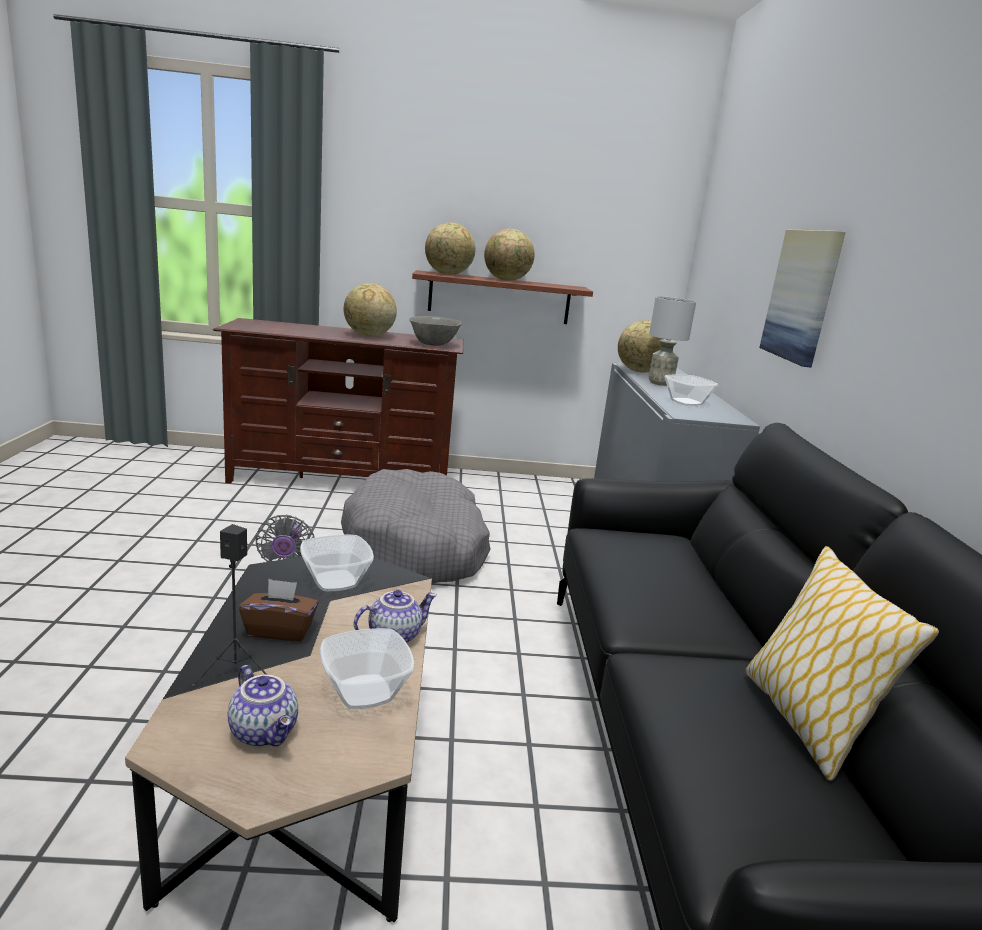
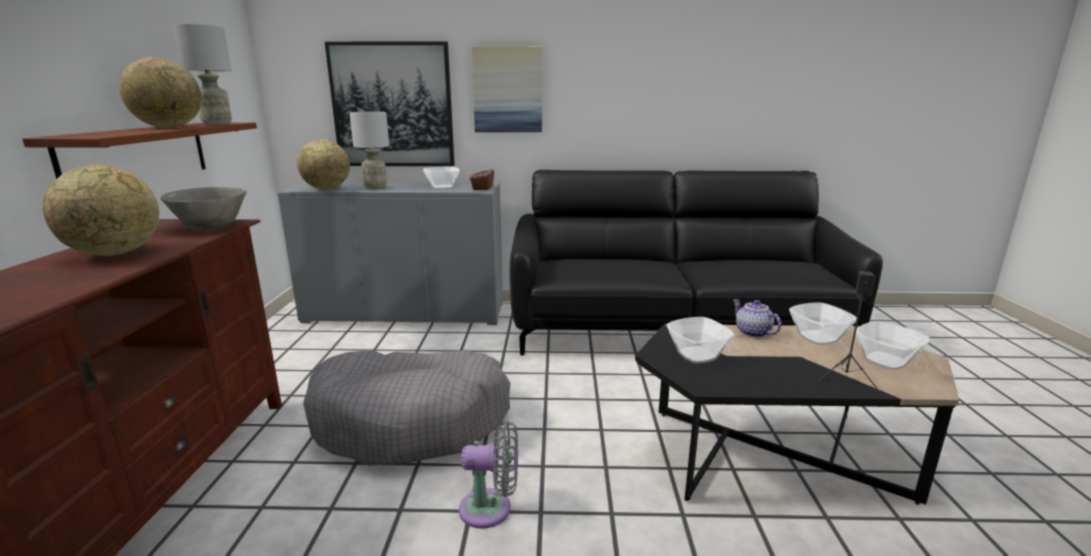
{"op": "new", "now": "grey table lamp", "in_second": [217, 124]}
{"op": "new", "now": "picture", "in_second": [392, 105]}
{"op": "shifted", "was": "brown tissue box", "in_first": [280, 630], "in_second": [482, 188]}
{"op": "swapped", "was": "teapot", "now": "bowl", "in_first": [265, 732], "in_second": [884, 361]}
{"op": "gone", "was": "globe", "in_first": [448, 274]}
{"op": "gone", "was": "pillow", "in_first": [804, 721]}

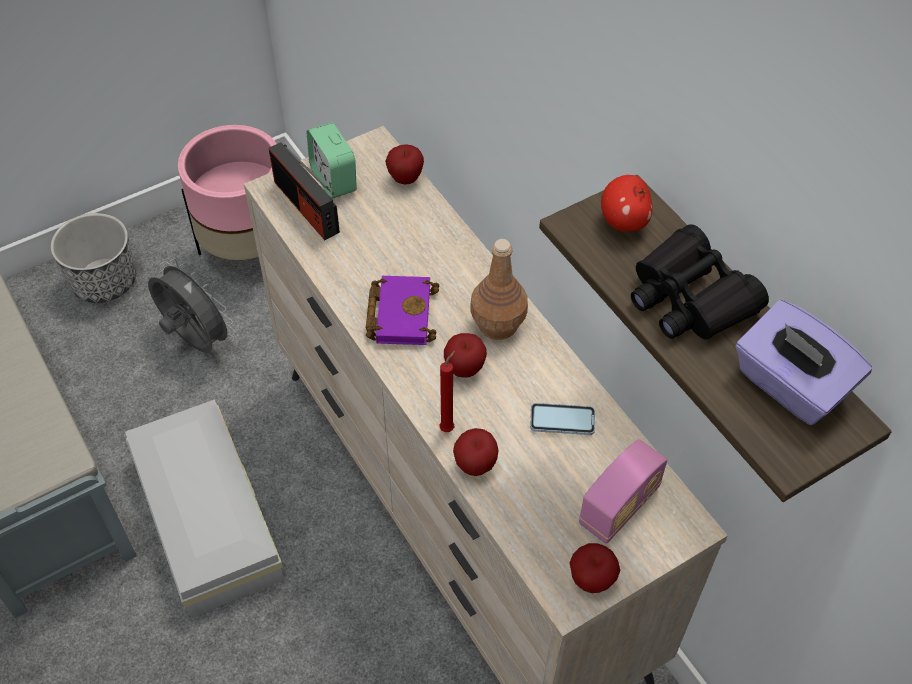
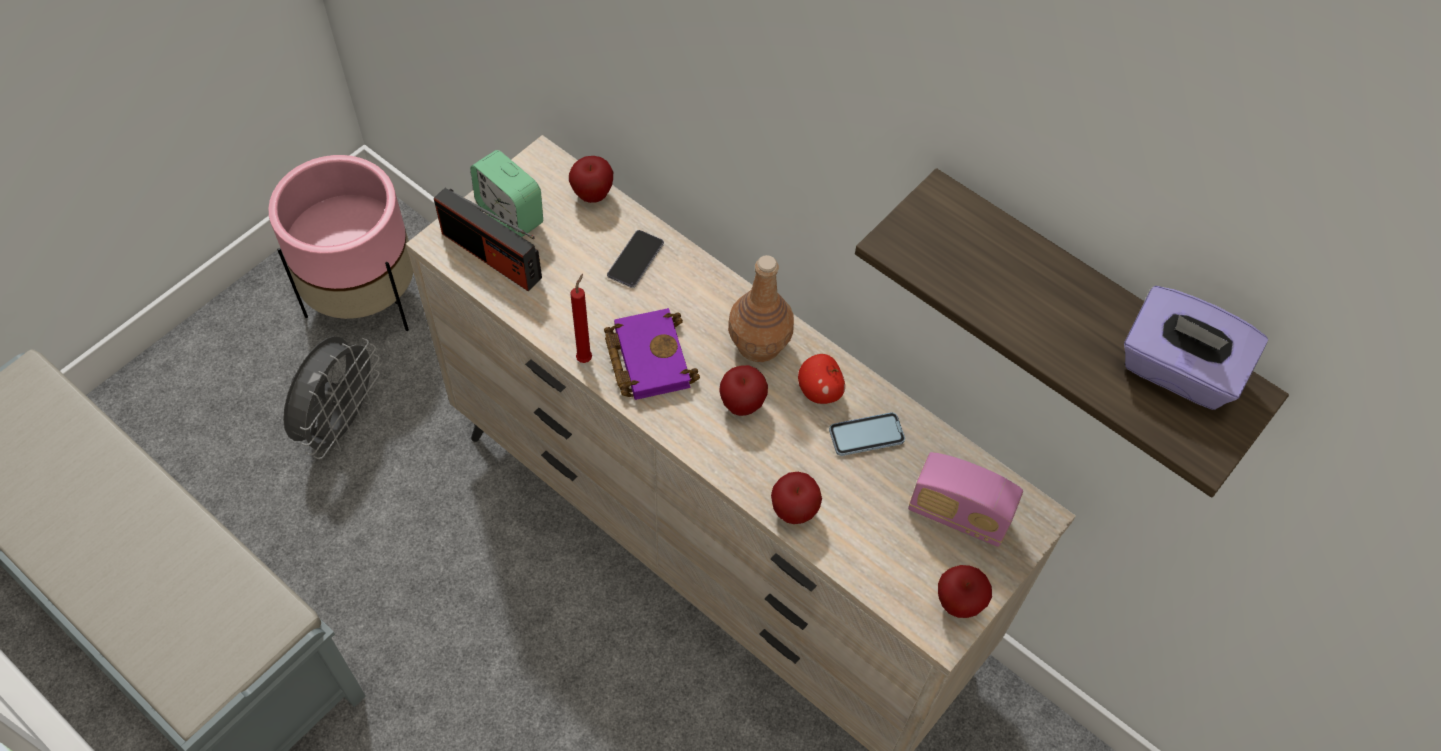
{"op": "rotated", "was": "grey fan", "in_first": [196, 341], "in_second": [341, 423], "clockwise": 90}
{"op": "shifted", "was": "red candle", "in_first": [448, 427], "in_second": [585, 357]}
{"op": "new", "now": "phone", "in_second": [635, 260]}
{"op": "shifted", "was": "apple", "in_first": [624, 221], "in_second": [819, 391]}
{"op": "rotated", "was": "radio", "in_first": [619, 506], "in_second": [958, 515], "clockwise": 90}
{"op": "gone", "was": "planter", "in_first": [104, 281]}
{"op": "gone", "was": "white storage box", "in_first": [206, 521]}
{"op": "gone", "was": "black binoculars", "in_first": [689, 298]}

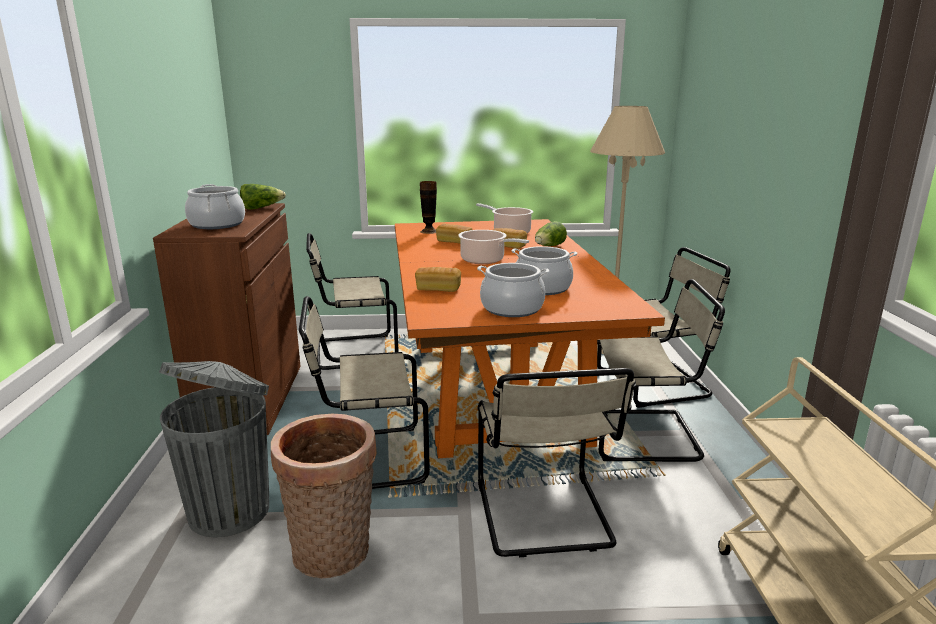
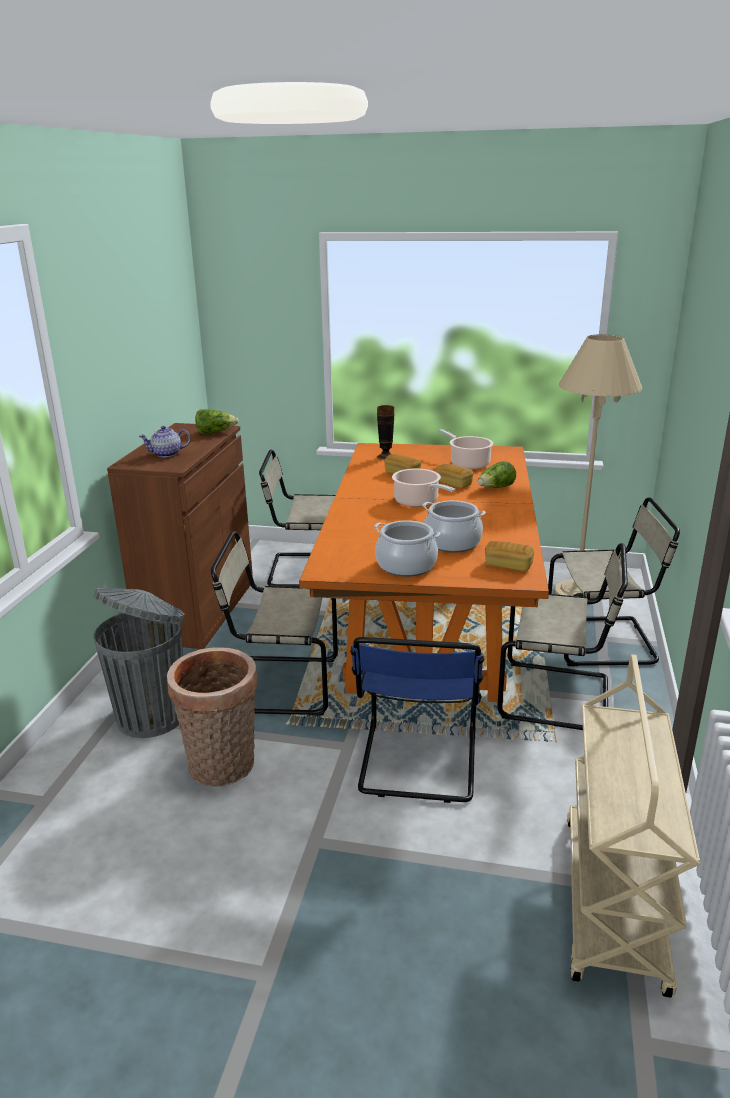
{"op": "swapped", "was": "cooking pot", "now": "teapot", "in_first": [217, 224], "in_second": [166, 454]}
{"op": "repainted", "was": "beige chair", "now": "blue chair", "in_first": [544, 517], "in_second": [418, 764]}
{"op": "shifted", "was": "bread", "in_first": [438, 289], "in_second": [508, 565]}

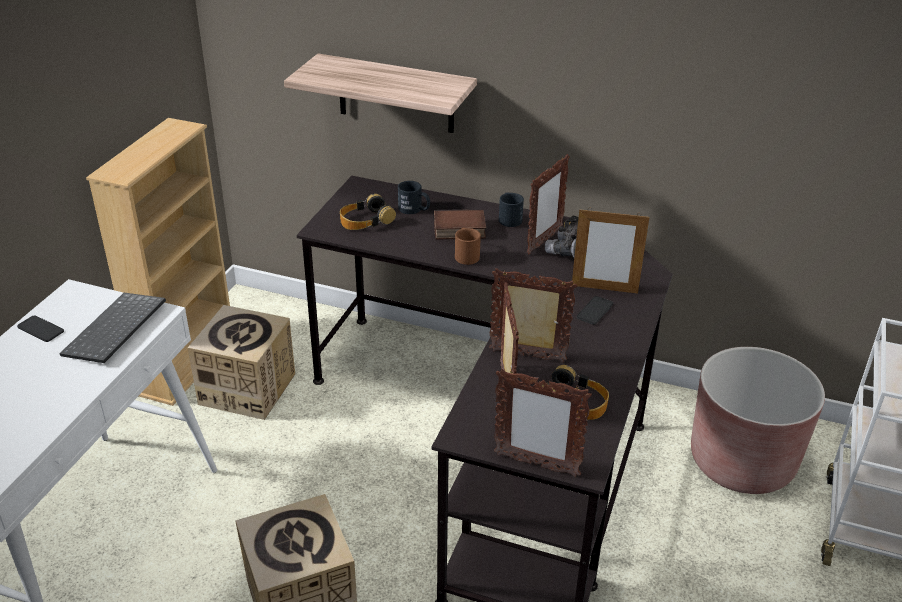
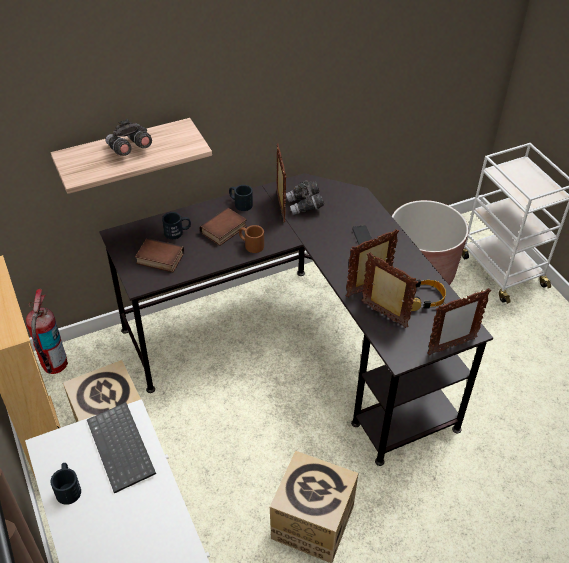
{"op": "new", "now": "fire extinguisher", "in_second": [54, 365]}
{"op": "swapped", "was": "phone", "now": "black mug", "in_first": [40, 329], "in_second": [68, 488]}
{"op": "new", "now": "grey binoculars", "in_second": [129, 149]}
{"op": "swapped", "was": "headphones", "now": "book", "in_first": [365, 220], "in_second": [159, 259]}
{"op": "gone", "was": "picture frame", "in_first": [604, 289]}

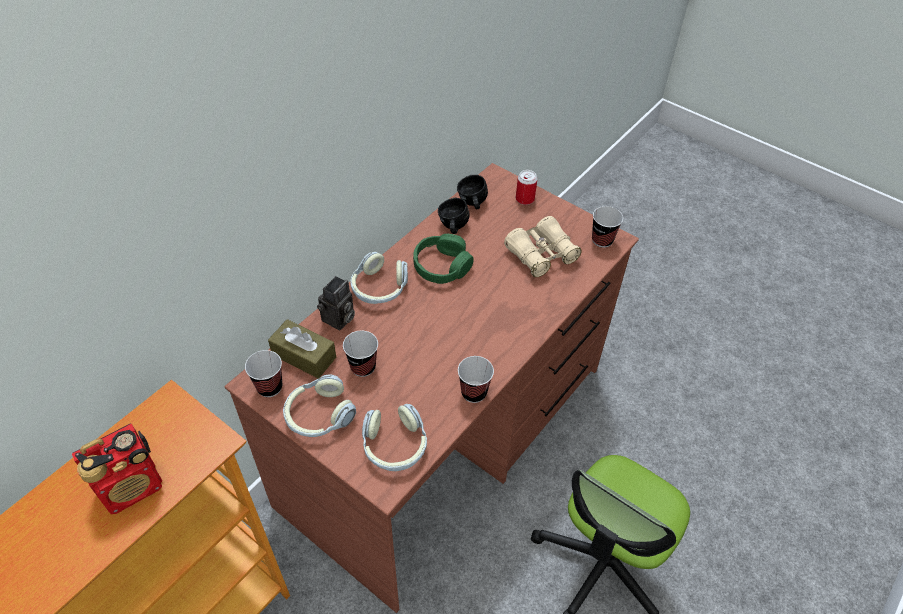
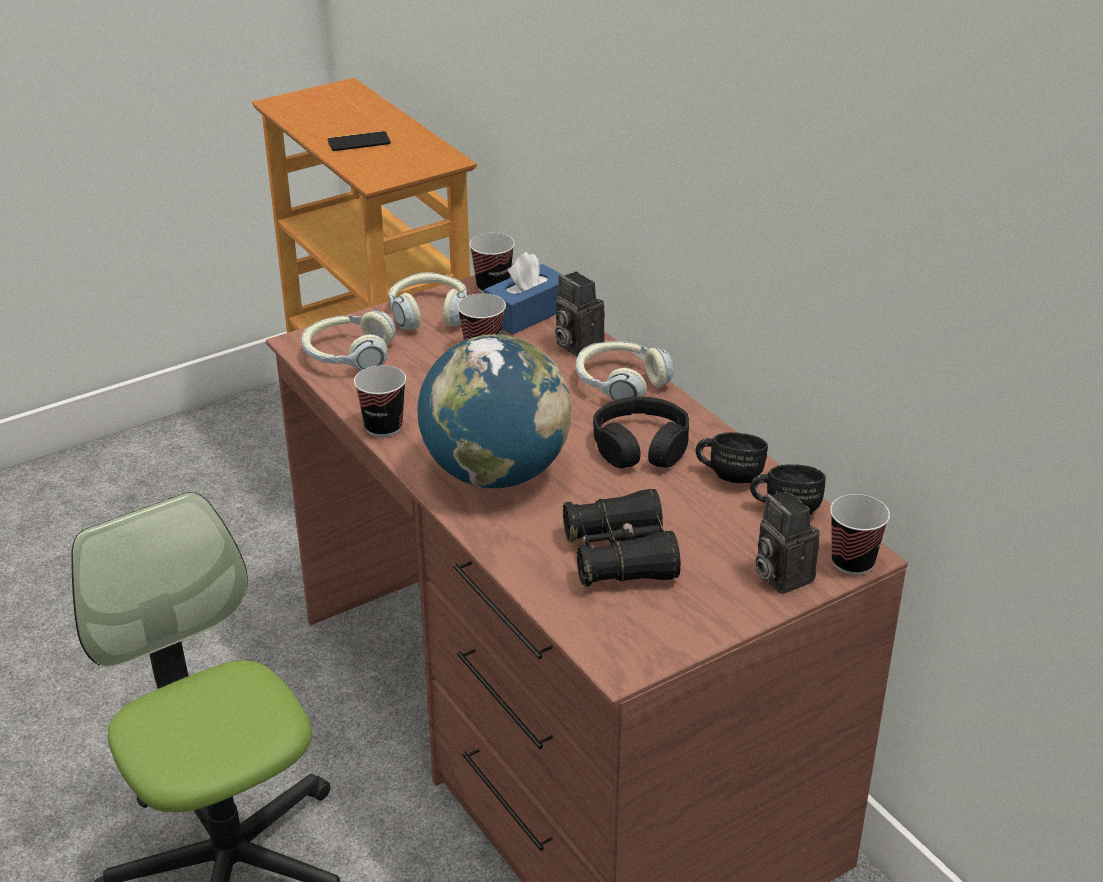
{"op": "swapped", "was": "radio", "now": "phone", "in_first": [132, 487], "in_second": [359, 142]}
{"op": "new", "now": "globe", "in_second": [496, 473]}
{"op": "repainted", "was": "brown tissue box", "now": "blue tissue box", "in_first": [304, 356], "in_second": [527, 313]}
{"op": "repainted", "was": "beige binoculars", "now": "black binoculars", "in_first": [541, 255], "in_second": [620, 556]}
{"op": "repainted", "was": "green headphones", "now": "black headphones", "in_first": [442, 266], "in_second": [641, 446]}
{"op": "swapped", "was": "can", "now": "photo camera", "in_first": [524, 199], "in_second": [780, 575]}
{"op": "shifted", "was": "cup", "in_first": [602, 240], "in_second": [852, 562]}

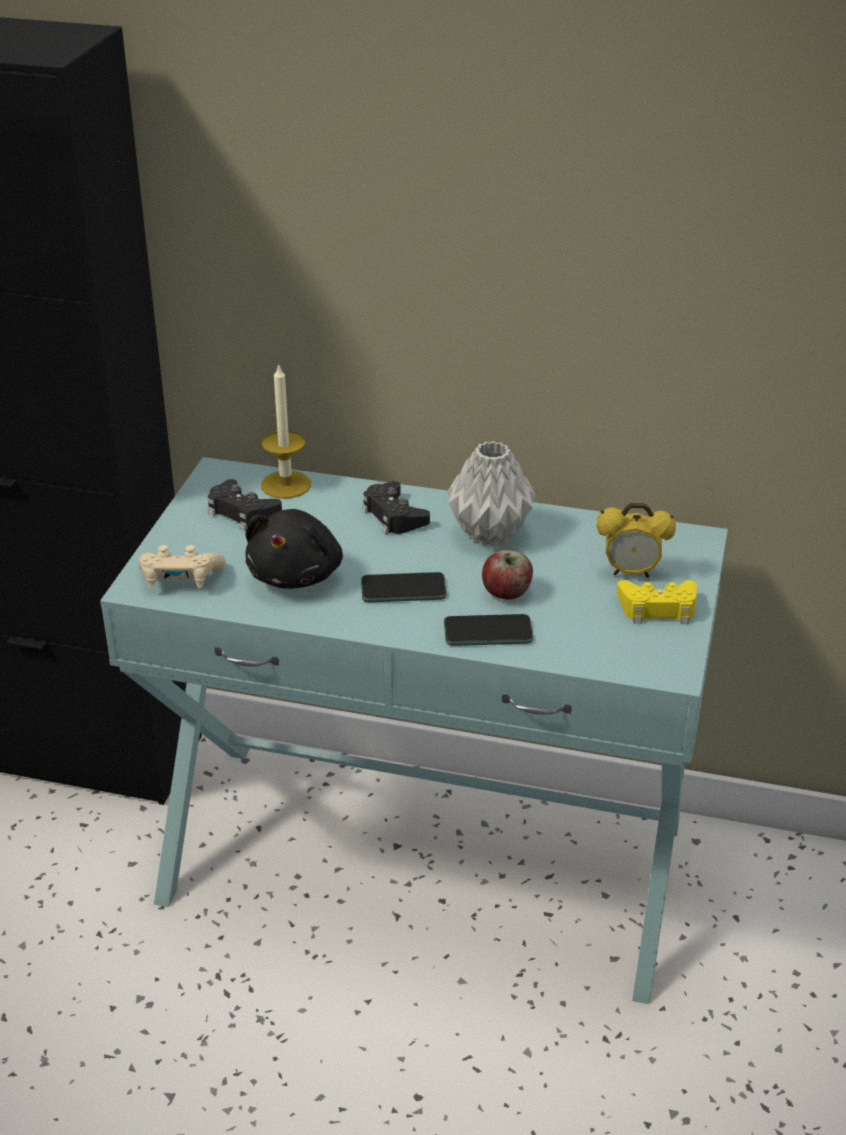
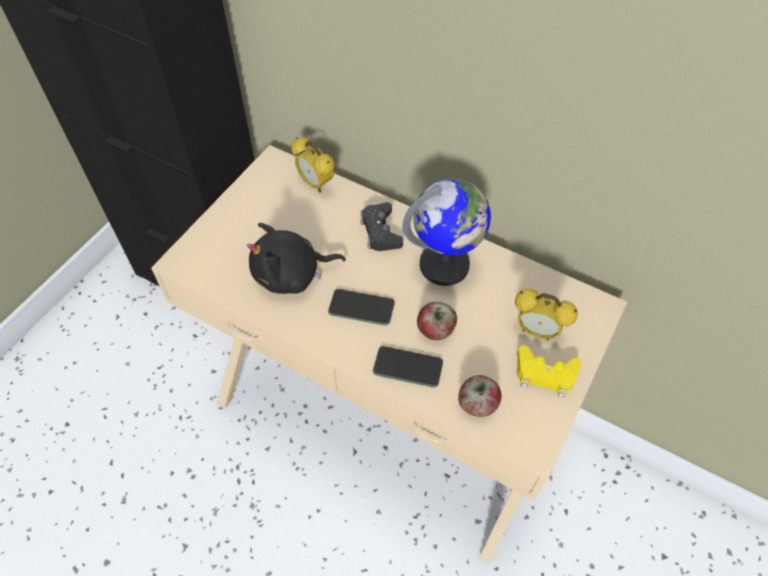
{"op": "repainted", "was": "turquoise console table", "now": "beige console table", "in_first": [425, 860], "in_second": [384, 414]}
{"op": "rotated", "was": "black plush toy", "in_first": [297, 574], "in_second": [292, 275], "clockwise": 45}
{"op": "swapped", "was": "candle", "now": "alarm clock", "in_first": [286, 484], "in_second": [315, 184]}
{"op": "swapped", "was": "grey vase", "now": "globe", "in_first": [491, 533], "in_second": [445, 266]}
{"op": "new", "now": "apple", "in_second": [477, 404]}
{"op": "gone", "was": "beige game controller", "in_first": [180, 580]}
{"op": "gone", "was": "black game controller", "in_first": [242, 512]}

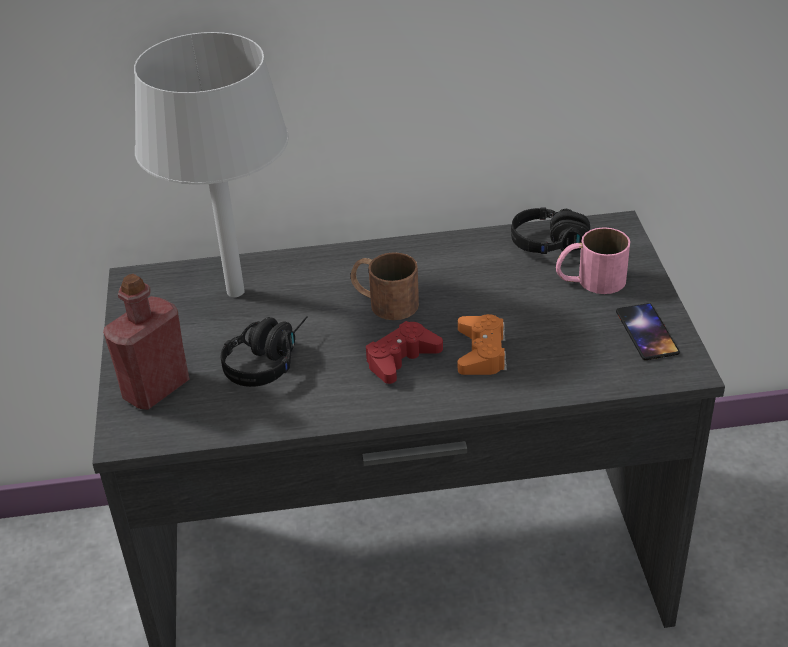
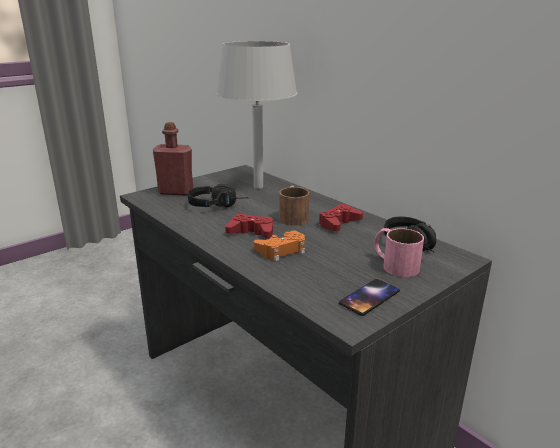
{"op": "new", "now": "red game controller", "in_second": [339, 223]}

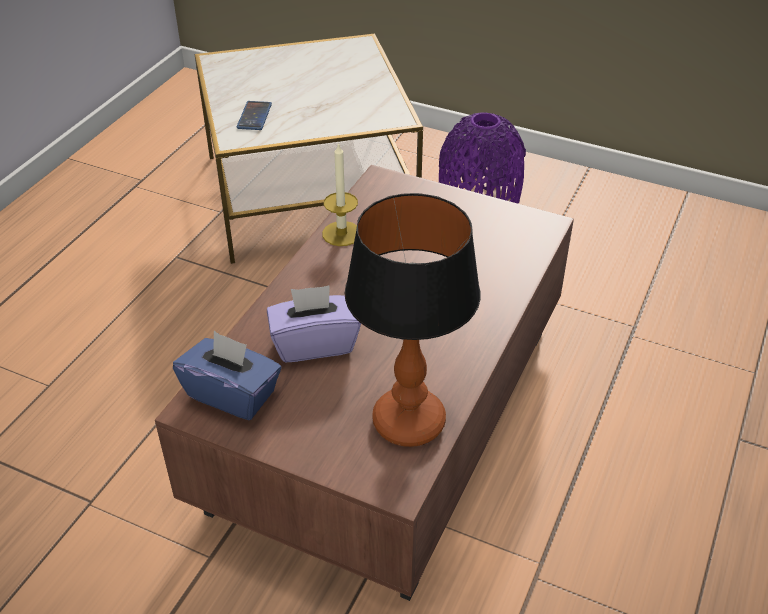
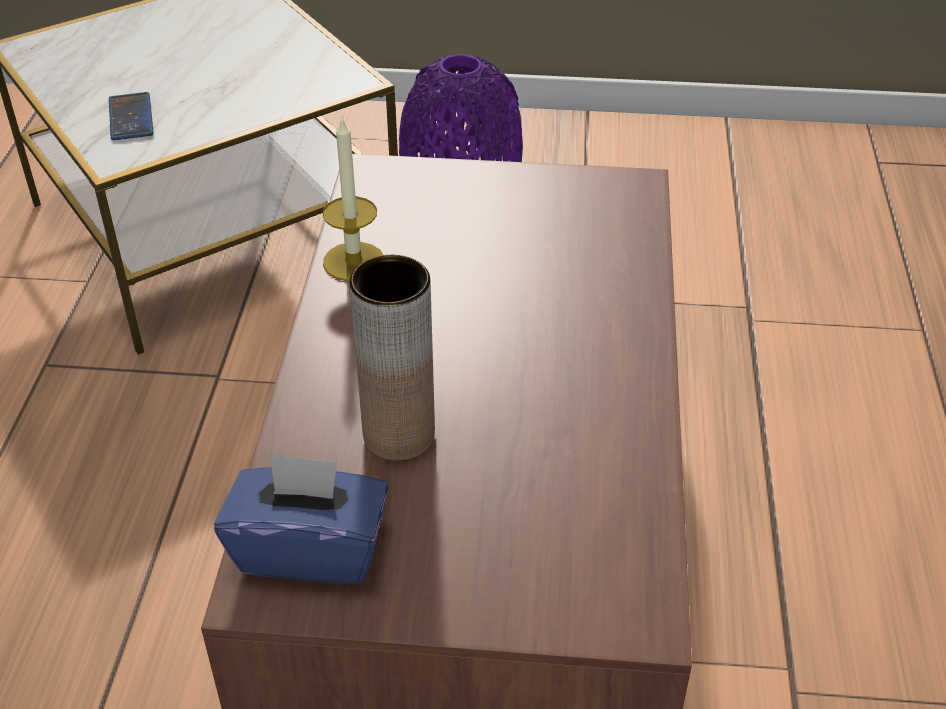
{"op": "swapped", "was": "purple tissue box", "now": "brown vase", "in_first": [314, 343], "in_second": [399, 435]}
{"op": "gone", "was": "table lamp", "in_first": [407, 421]}

